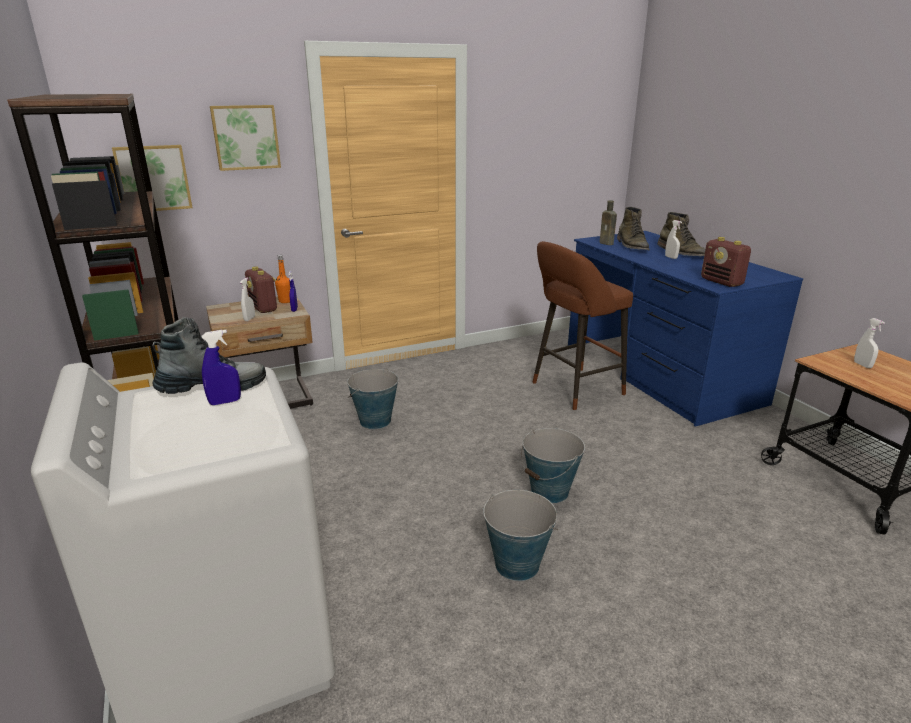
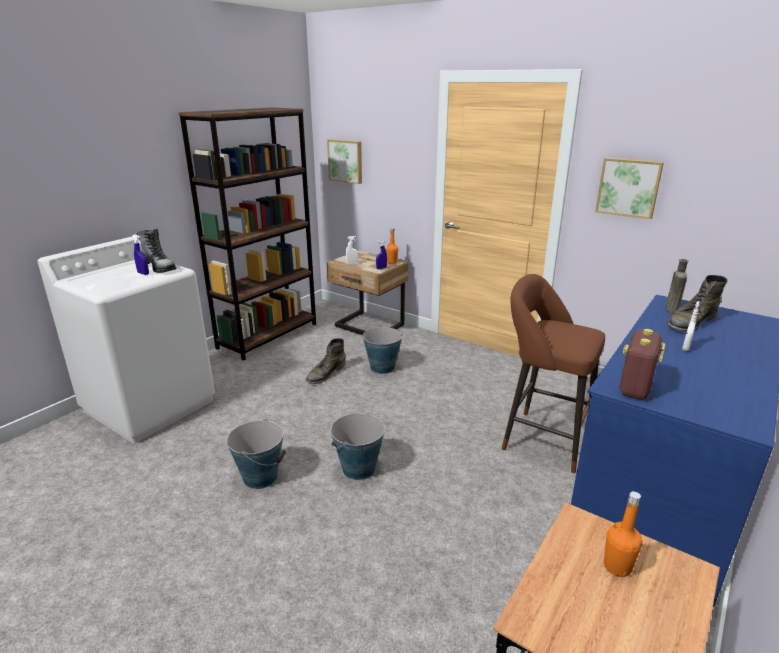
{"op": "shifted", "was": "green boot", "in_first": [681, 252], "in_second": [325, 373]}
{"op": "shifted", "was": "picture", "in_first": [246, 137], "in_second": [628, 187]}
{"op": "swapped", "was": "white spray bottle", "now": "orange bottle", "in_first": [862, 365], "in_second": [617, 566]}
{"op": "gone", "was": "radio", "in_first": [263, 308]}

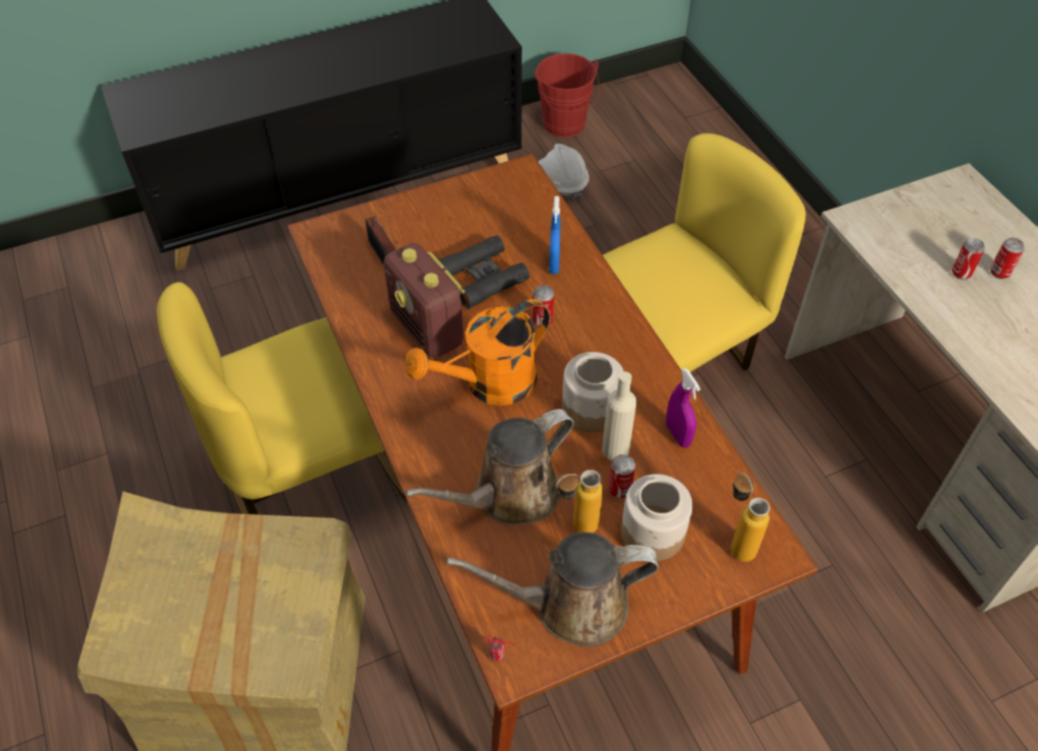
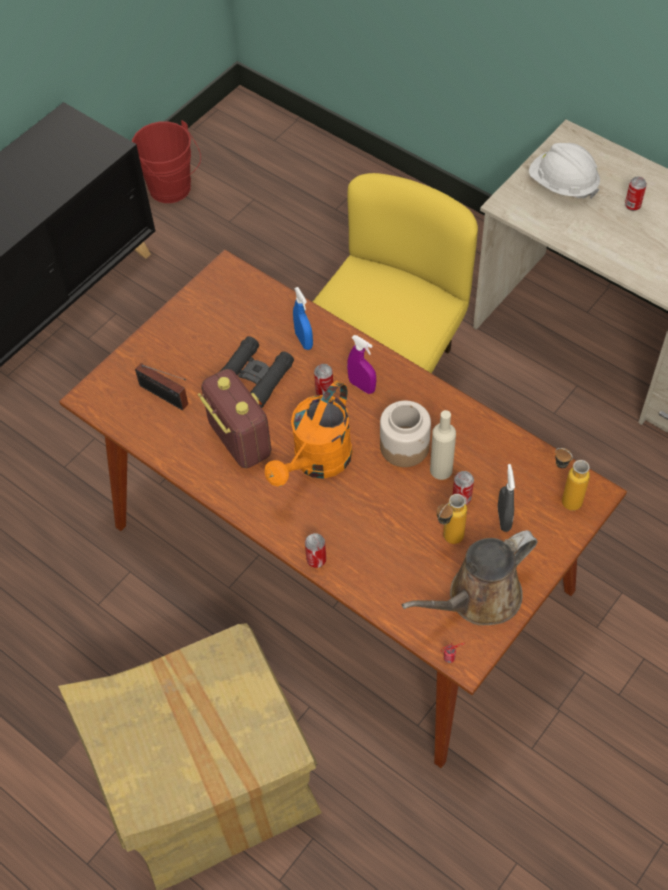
{"op": "rotated", "was": "radio", "in_first": [428, 329], "in_second": [239, 439], "clockwise": -150}
{"op": "shifted", "was": "can", "in_first": [961, 273], "in_second": [316, 560]}
{"op": "shifted", "was": "purple spray bottle", "in_first": [678, 435], "in_second": [362, 386]}
{"op": "swapped", "was": "jar", "now": "grey spray bottle", "in_first": [653, 532], "in_second": [504, 519]}
{"op": "shifted", "was": "white hard hat", "in_first": [562, 183], "in_second": [562, 185]}
{"op": "gone", "was": "yellow chair", "in_first": [314, 474]}
{"op": "gone", "was": "brown watering can", "in_first": [509, 495]}

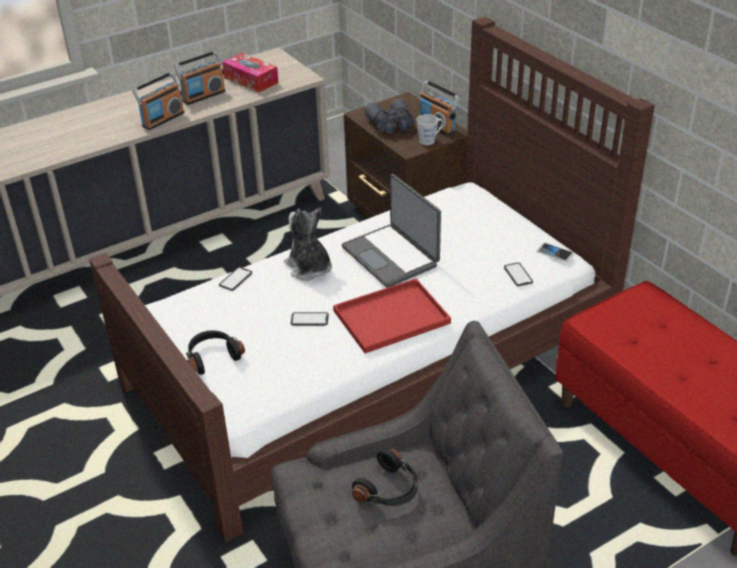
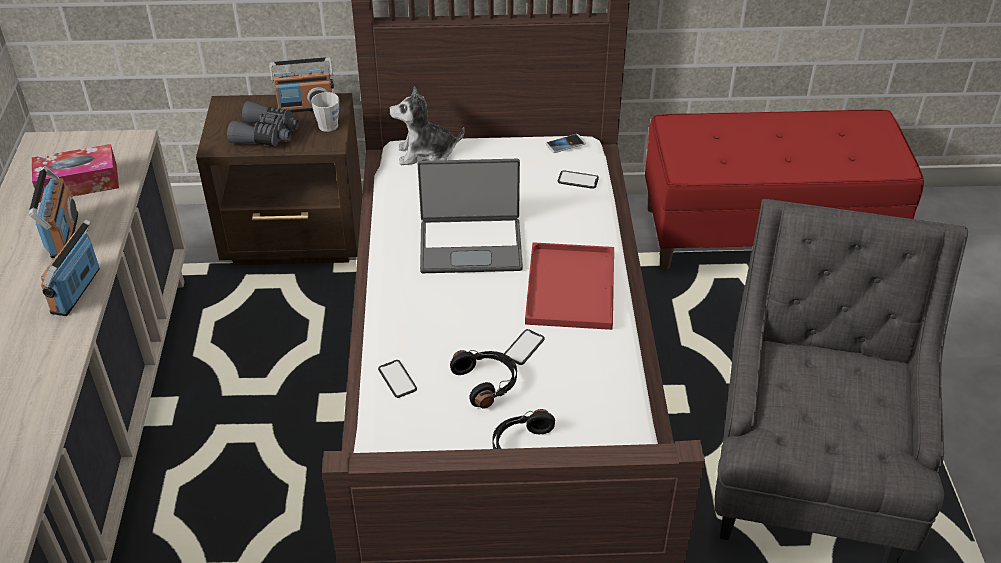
{"op": "rotated", "was": "radio", "in_first": [163, 119], "in_second": [76, 291], "clockwise": -150}
{"op": "shifted", "was": "plush toy", "in_first": [309, 268], "in_second": [426, 154]}
{"op": "shifted", "was": "black headphones", "in_first": [389, 490], "in_second": [487, 383]}

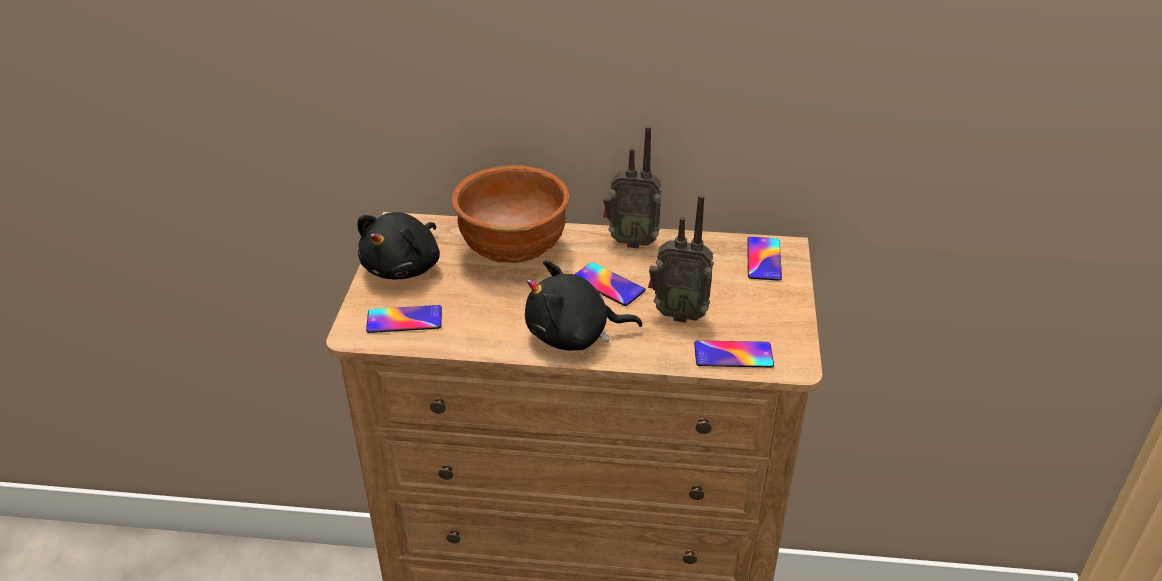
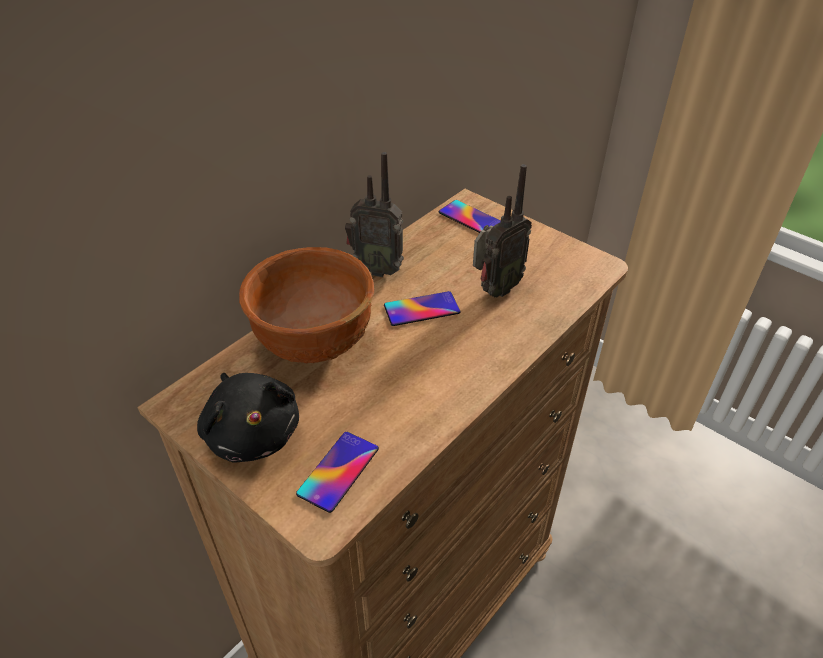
{"op": "rotated", "was": "radio", "in_first": [631, 241], "in_second": [377, 268], "clockwise": 60}
{"op": "gone", "was": "black plush toy", "in_first": [573, 335]}
{"op": "gone", "was": "phone", "in_first": [733, 355]}

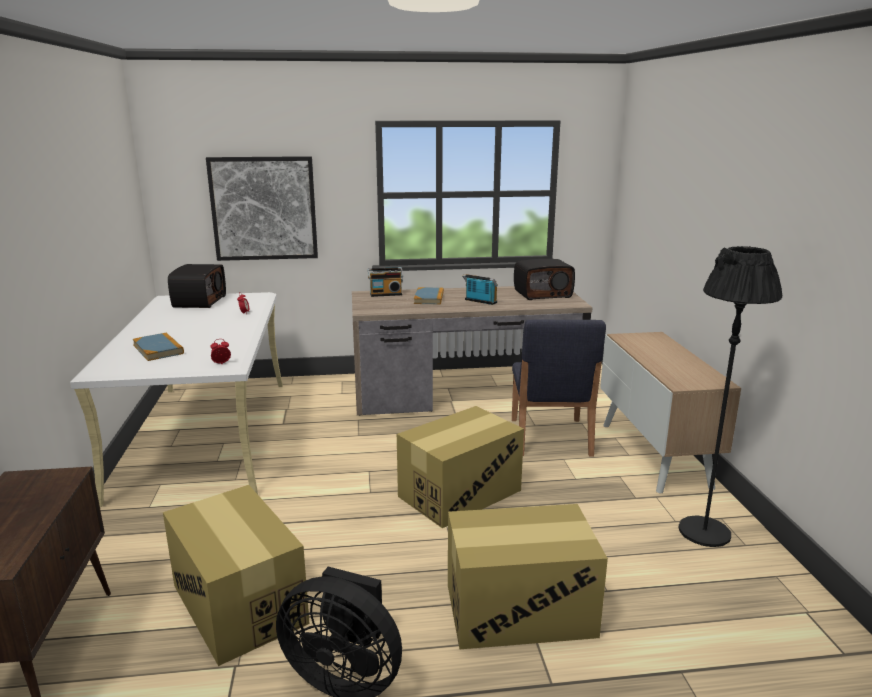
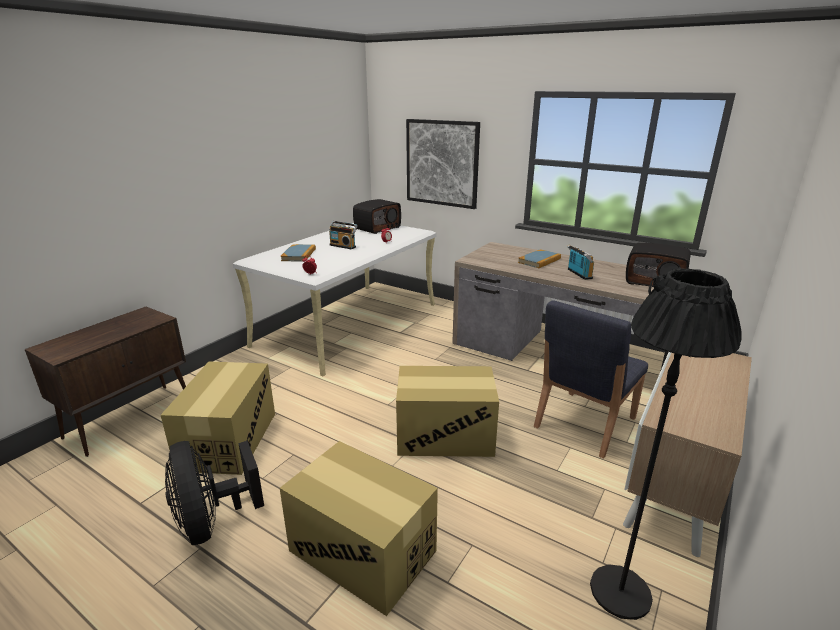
{"op": "shifted", "was": "radio", "in_first": [386, 294], "in_second": [343, 246]}

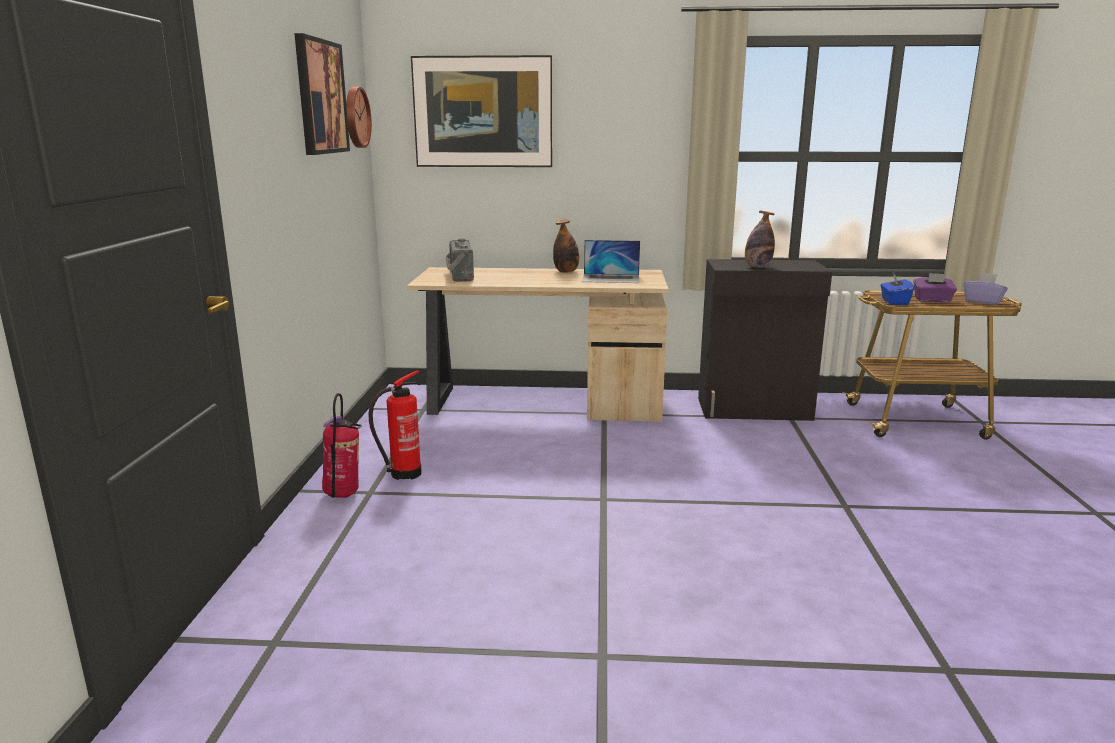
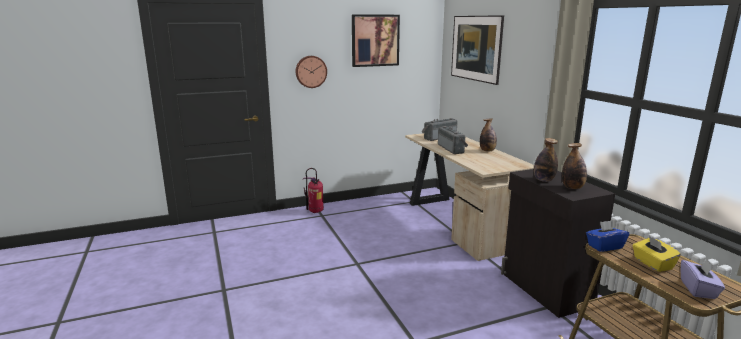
{"op": "shifted", "was": "wall clock", "in_first": [355, 117], "in_second": [311, 71]}
{"op": "new", "now": "radio", "in_second": [452, 149]}
{"op": "new", "now": "bottle", "in_second": [572, 187]}
{"op": "repainted", "was": "purple tissue box", "now": "yellow tissue box", "in_first": [932, 300], "in_second": [652, 264]}
{"op": "gone", "was": "fire extinguisher", "in_first": [403, 474]}
{"op": "gone", "was": "laptop", "in_first": [611, 278]}

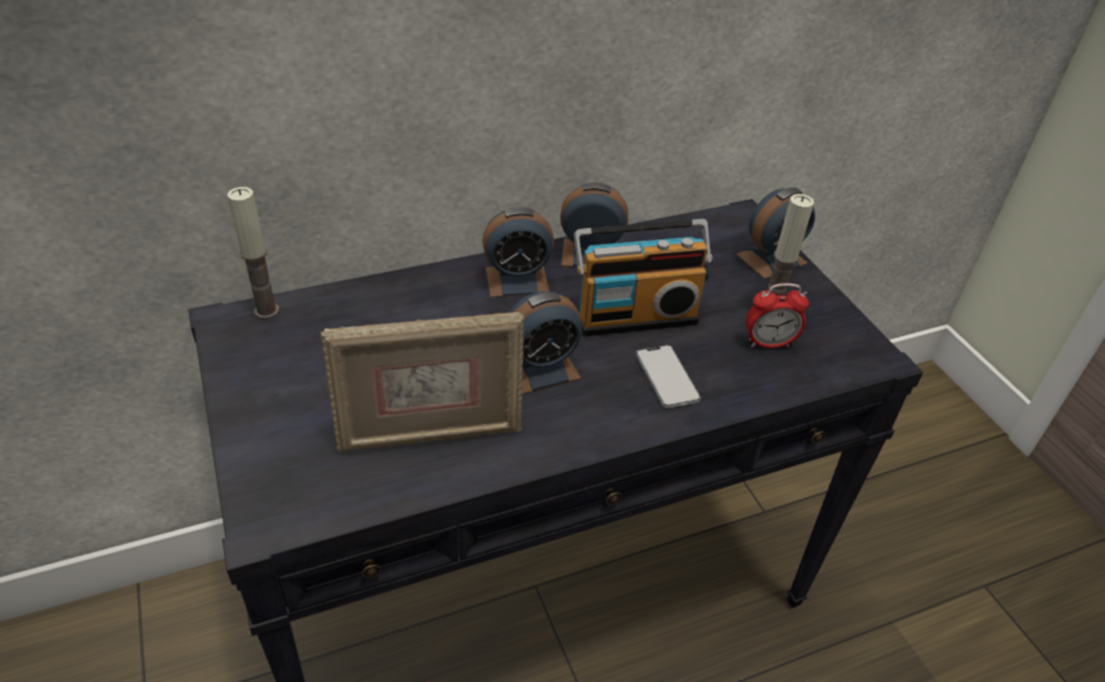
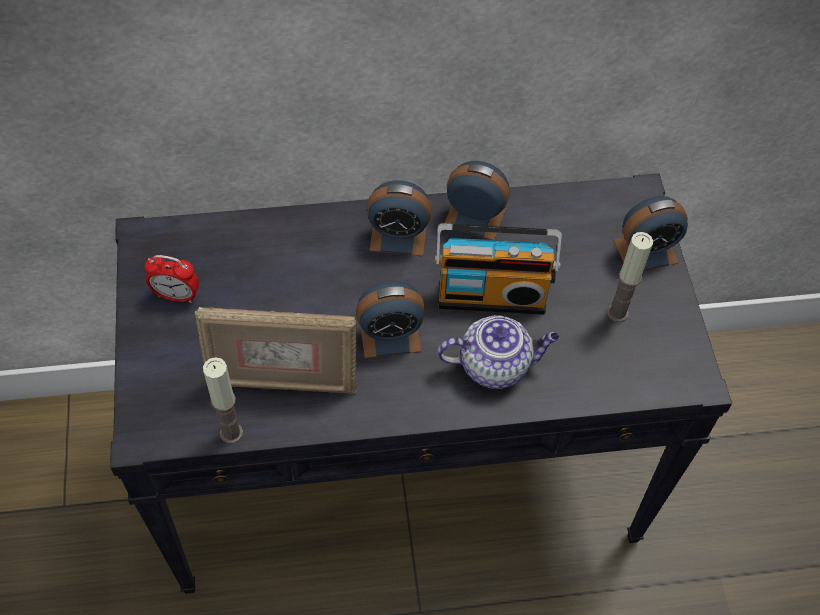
{"op": "shifted", "was": "alarm clock", "in_first": [769, 343], "in_second": [176, 296]}
{"op": "shifted", "was": "candle", "in_first": [266, 311], "in_second": [231, 433]}
{"op": "swapped", "was": "phone", "now": "teapot", "in_first": [667, 377], "in_second": [495, 365]}

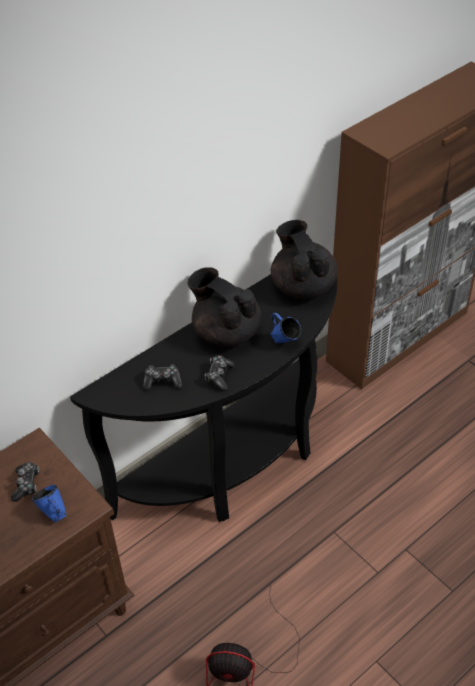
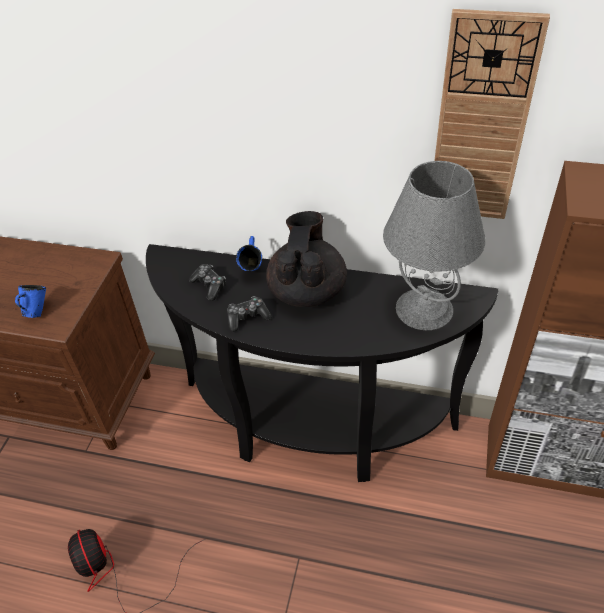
{"op": "shifted", "was": "blue mug", "in_first": [284, 342], "in_second": [252, 272]}
{"op": "swapped", "was": "black teapot", "now": "grey table lamp", "in_first": [302, 285], "in_second": [425, 308]}
{"op": "new", "now": "wall clock", "in_second": [481, 123]}
{"op": "gone", "was": "game controller", "in_first": [26, 484]}

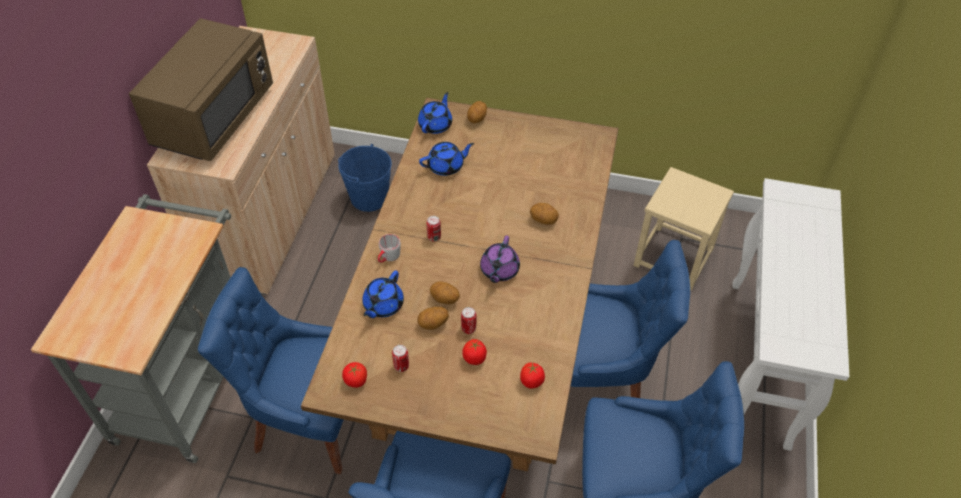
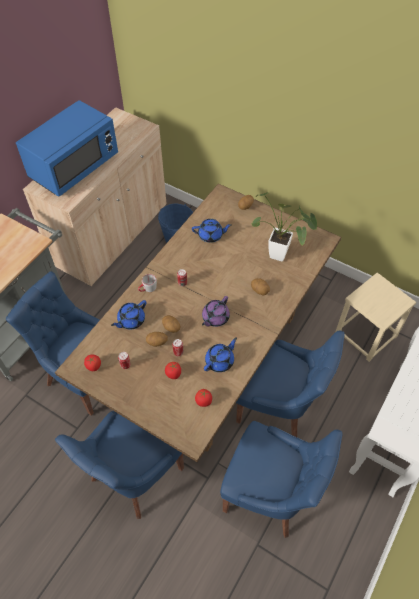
{"op": "repainted", "was": "brown microwave", "now": "blue microwave", "in_first": [214, 117], "in_second": [74, 167]}
{"op": "shifted", "was": "blue teapot", "in_first": [436, 125], "in_second": [220, 361]}
{"op": "new", "now": "potted plant", "in_second": [282, 256]}

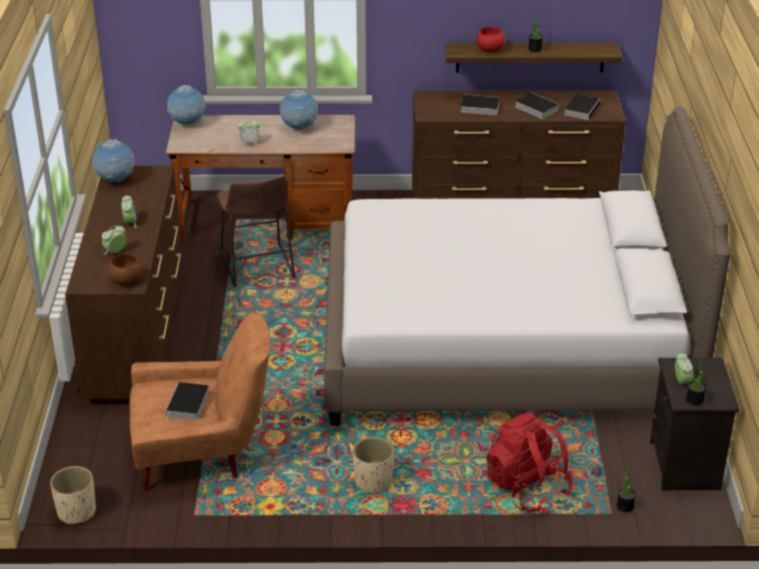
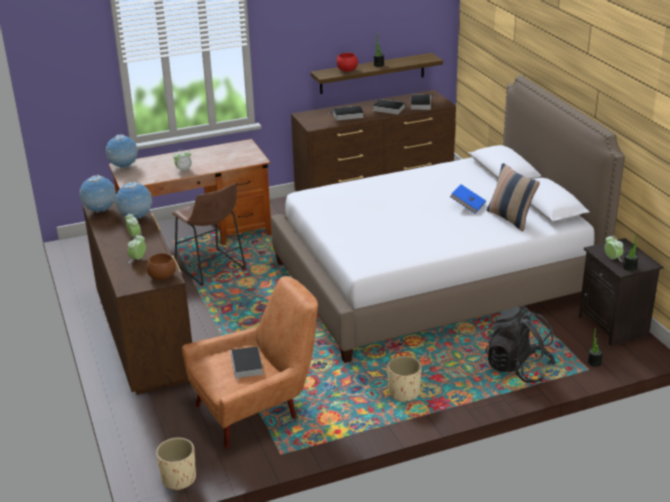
{"op": "shifted", "was": "globe", "in_first": [299, 128], "in_second": [136, 218]}
{"op": "new", "now": "blue book", "in_second": [467, 206]}
{"op": "repainted", "was": "red backpack", "now": "black backpack", "in_first": [527, 487], "in_second": [518, 368]}
{"op": "new", "now": "pillow", "in_second": [510, 219]}

